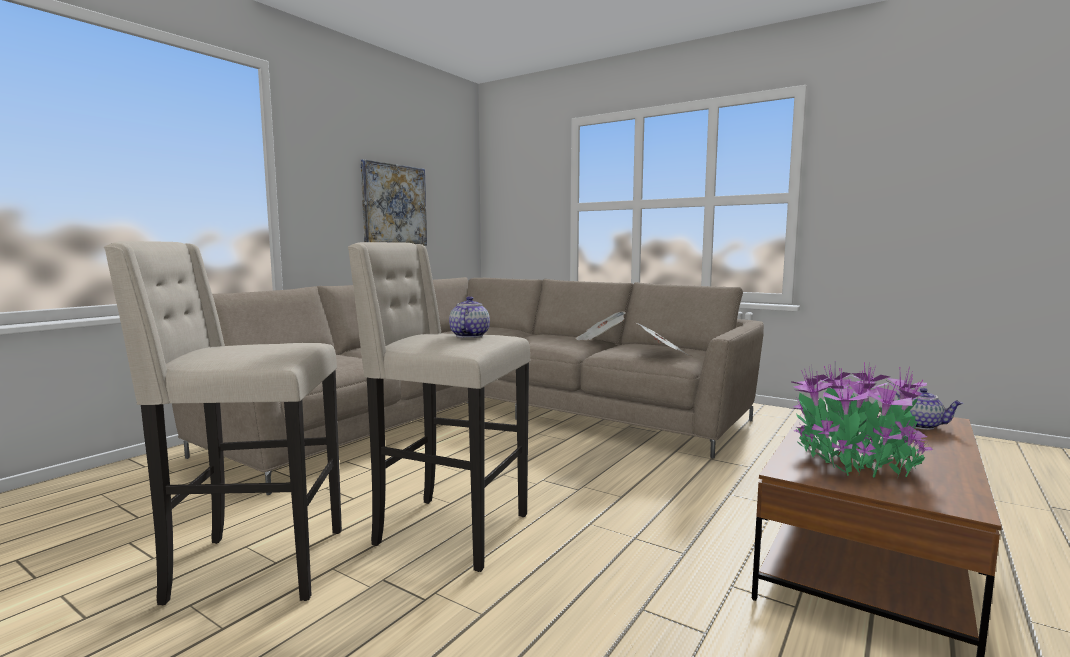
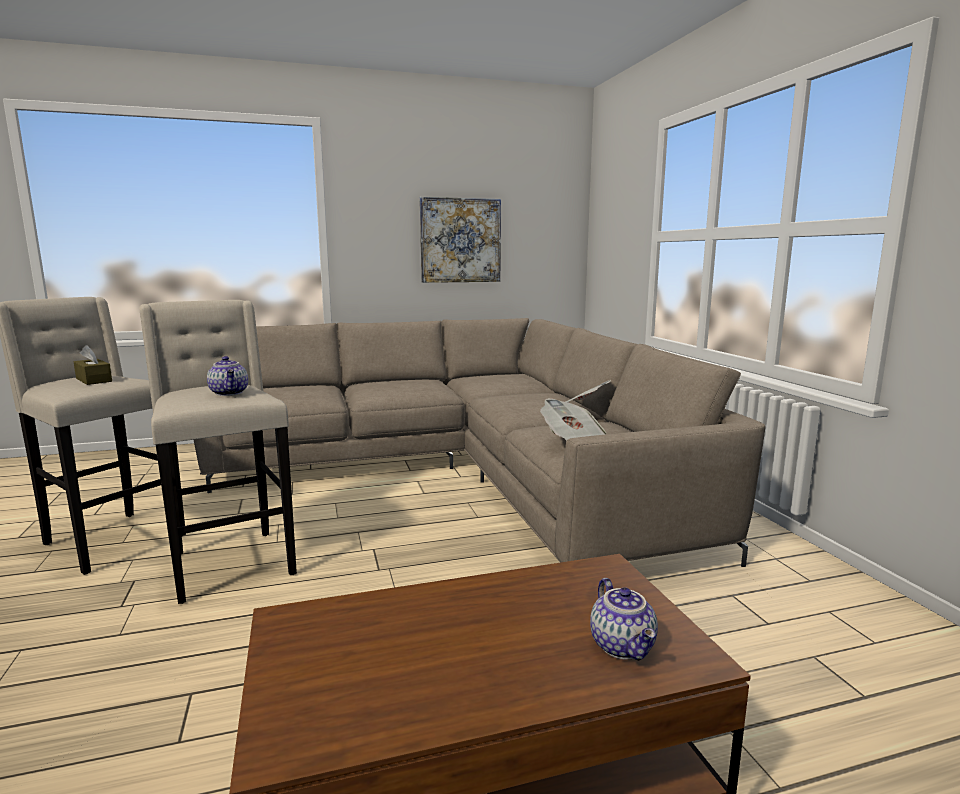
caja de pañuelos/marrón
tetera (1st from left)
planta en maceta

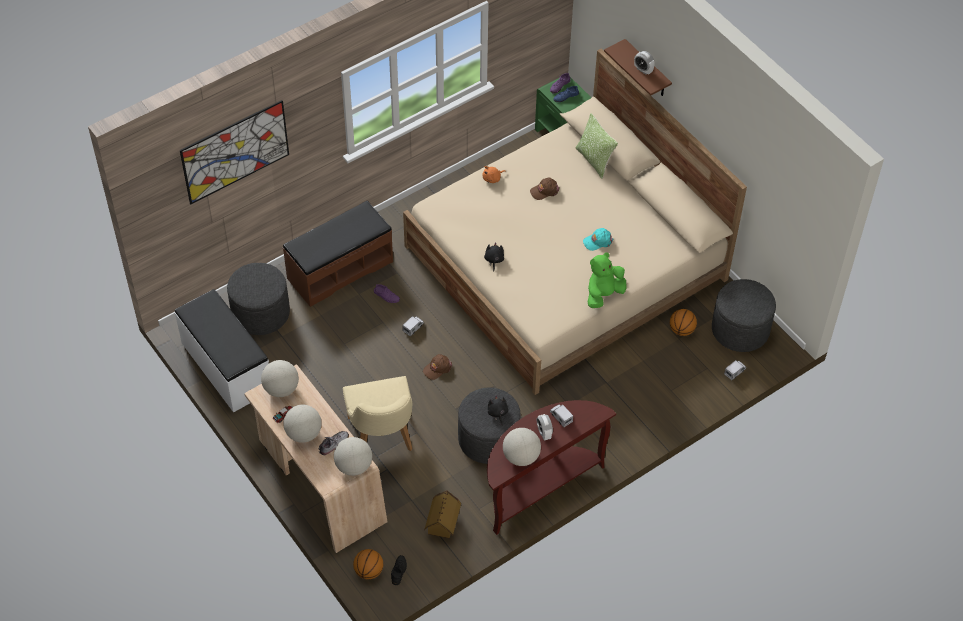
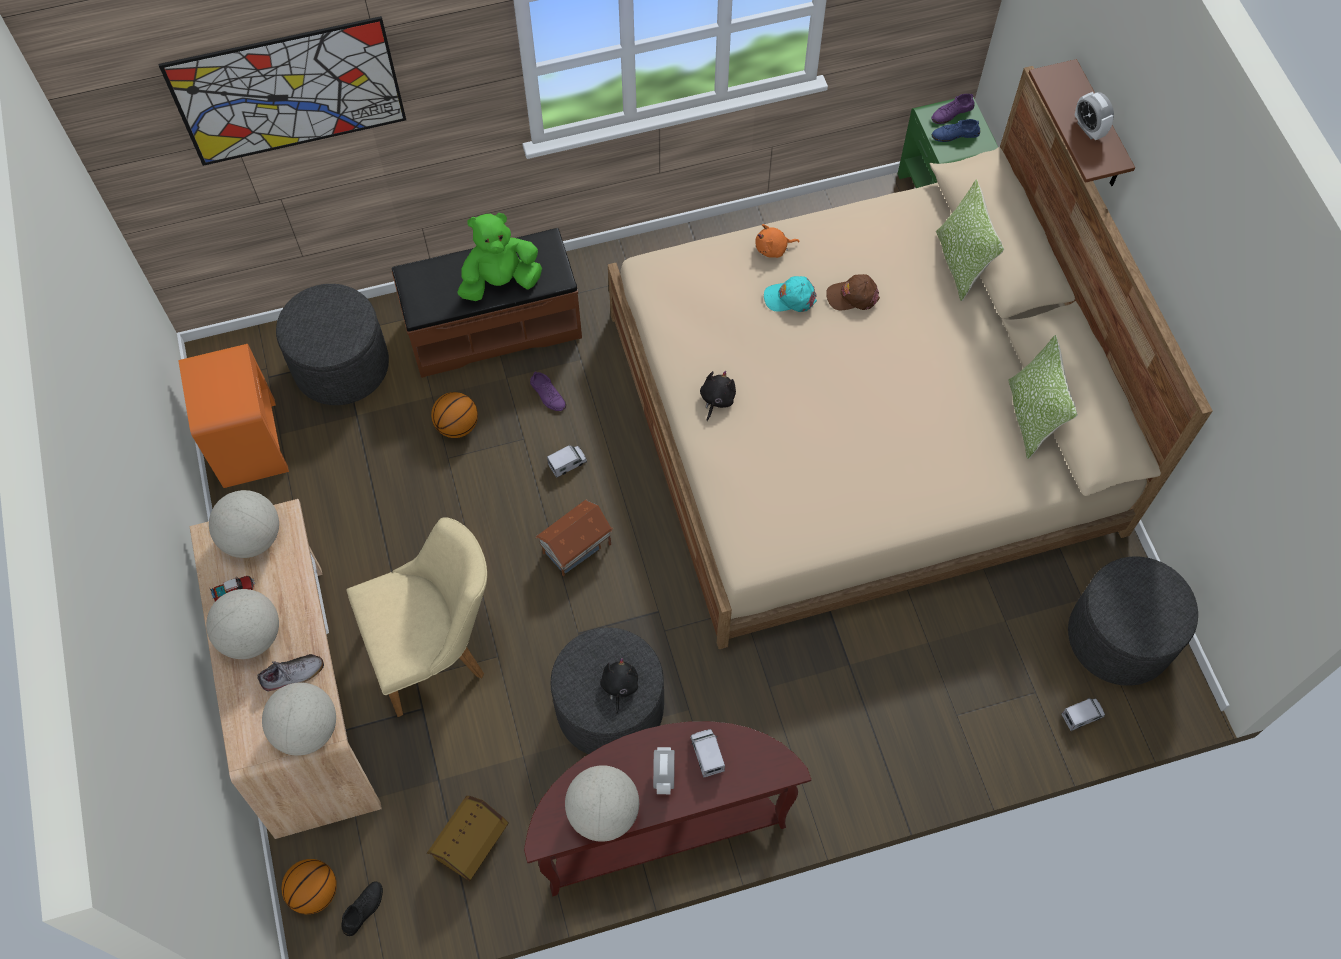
mesita de noche/naranja
silla/beis
balón de baloncesto (2nd from left)
peluche/verde
casita (2nd from left)
gorra/turquesa
cojín (2nd from left)

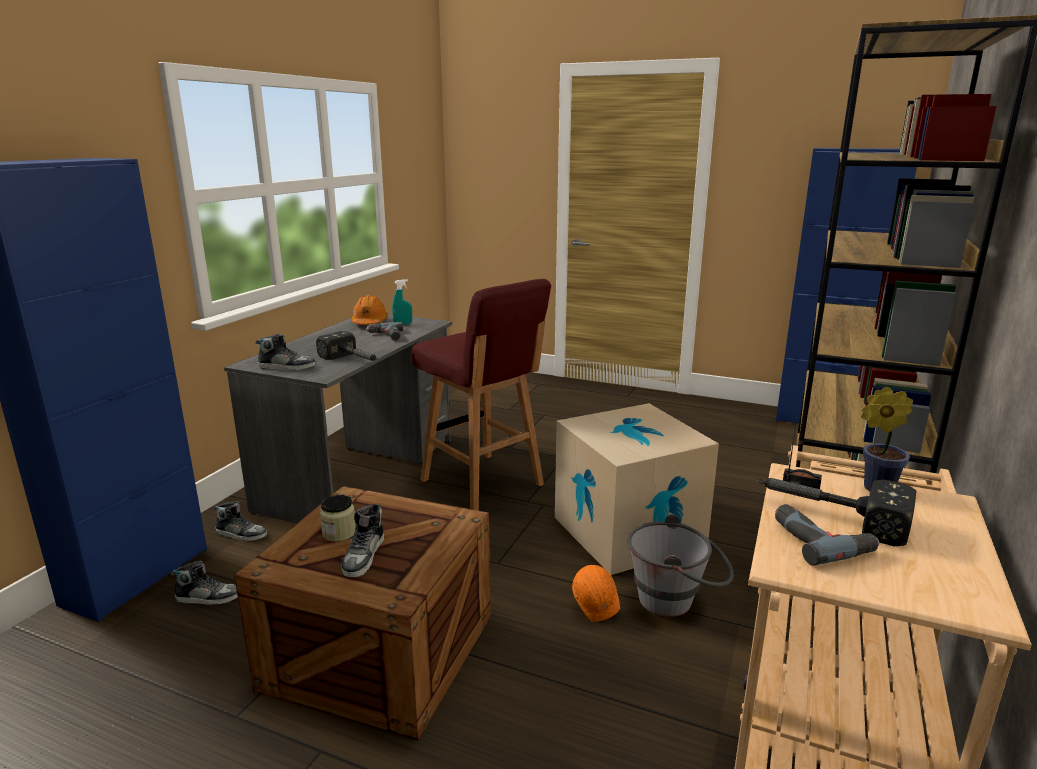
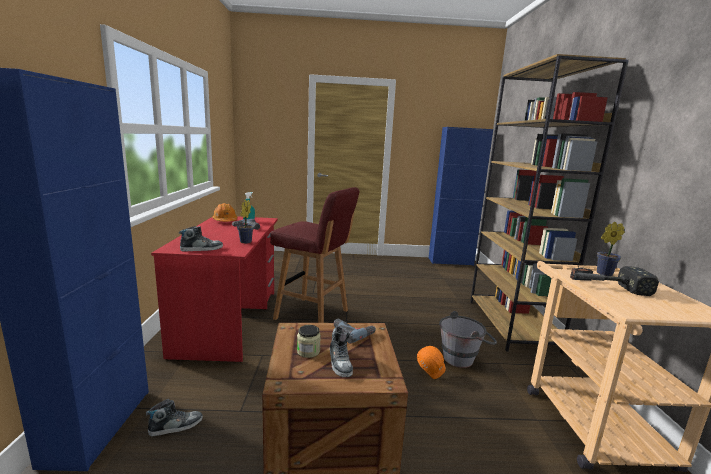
escritorio/rojo
planta en maceta (1st from left)
taladro (2nd from left)
zapato (2nd from left in the first image)
caja de cartón

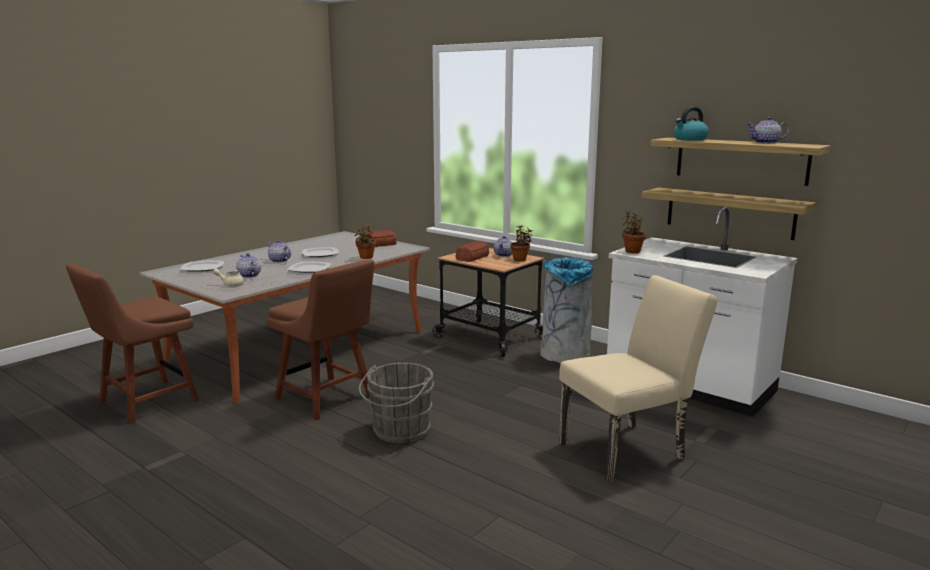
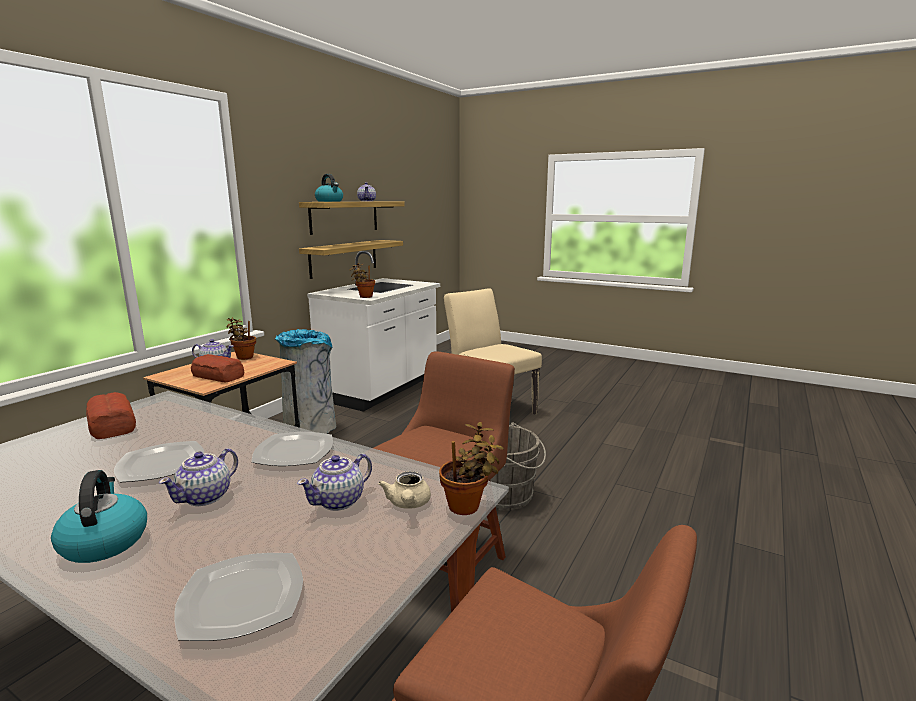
hervidor (1st from left)
planta en maceta (3rd from left)

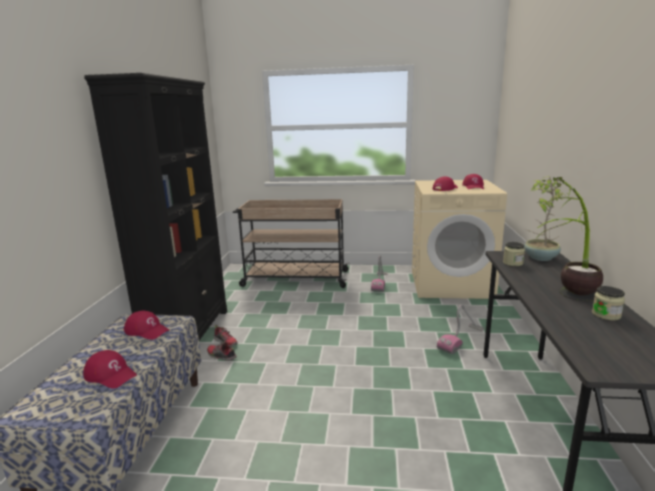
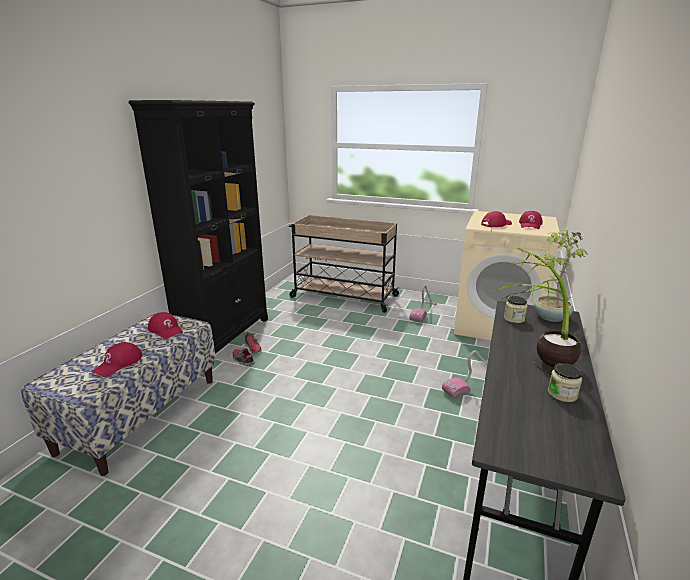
gorra/rojo (1st from left)

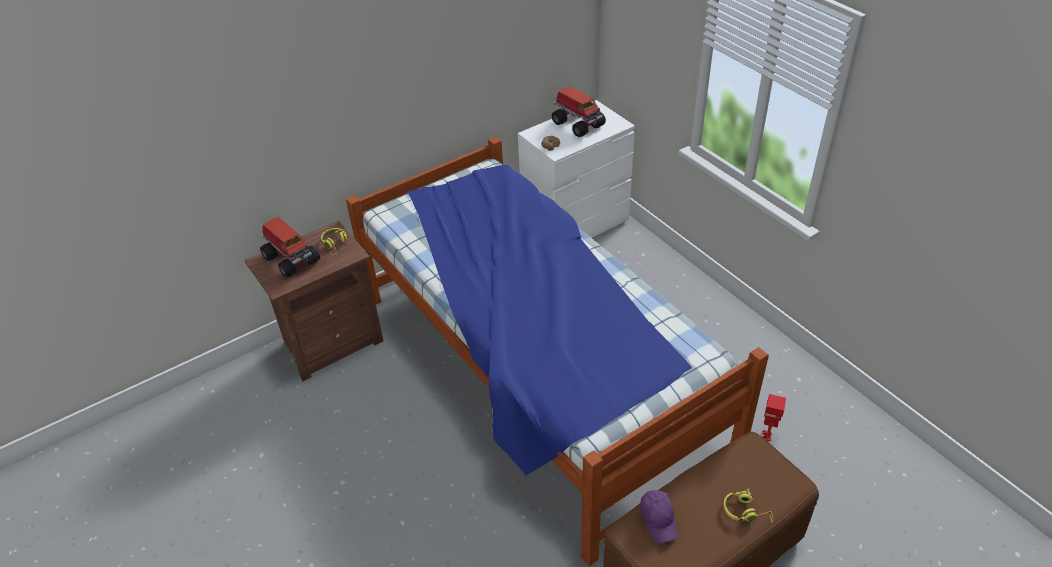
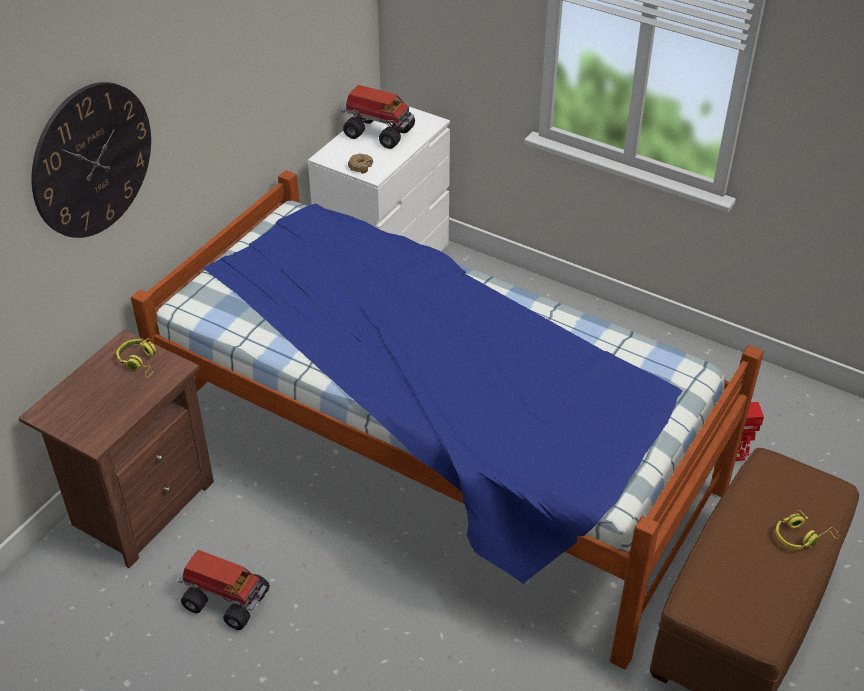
reloj de pared
camión de juguete (1st from left)
gorra/morado

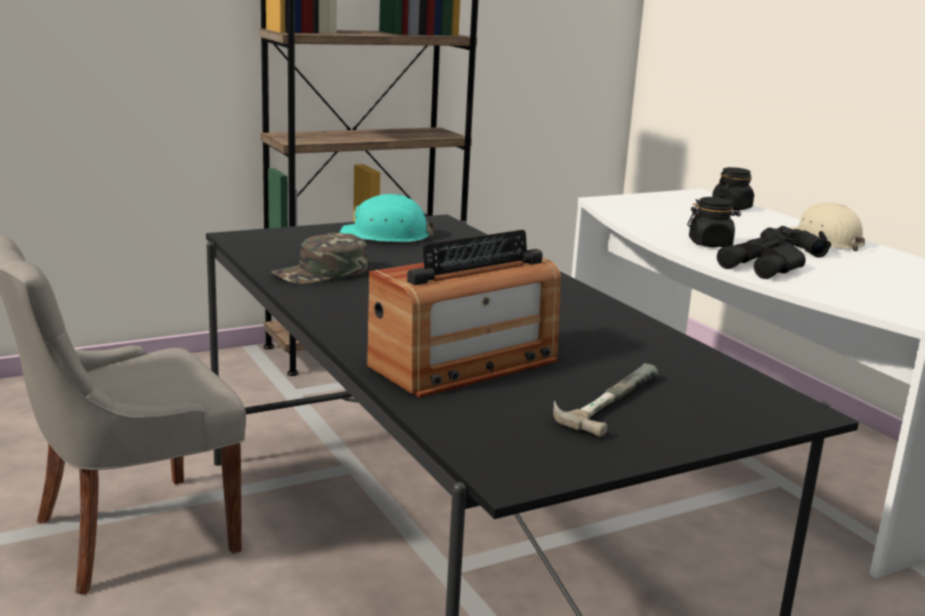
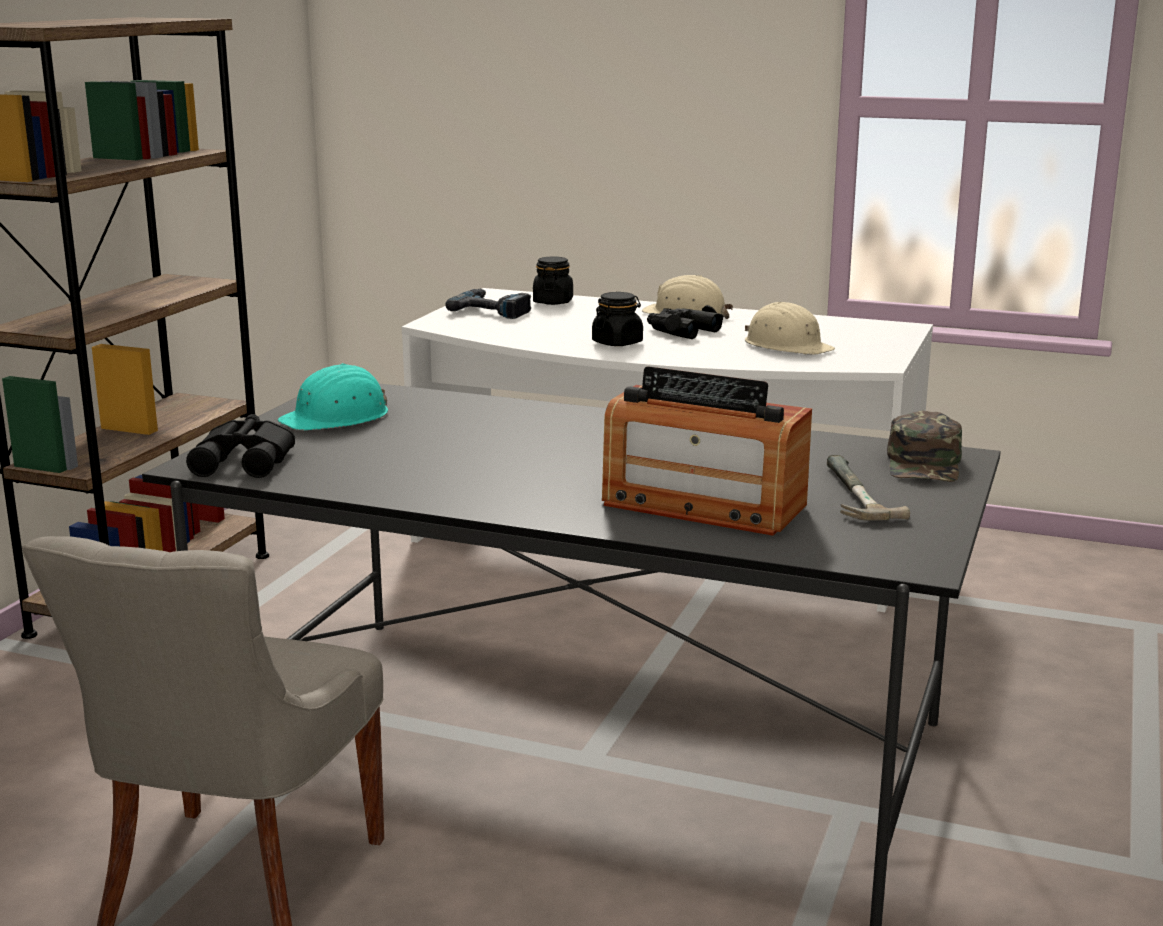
prismáticos/negro (1st from left)
taladro
radio
casco/beis (2nd from left)
gorra/verde

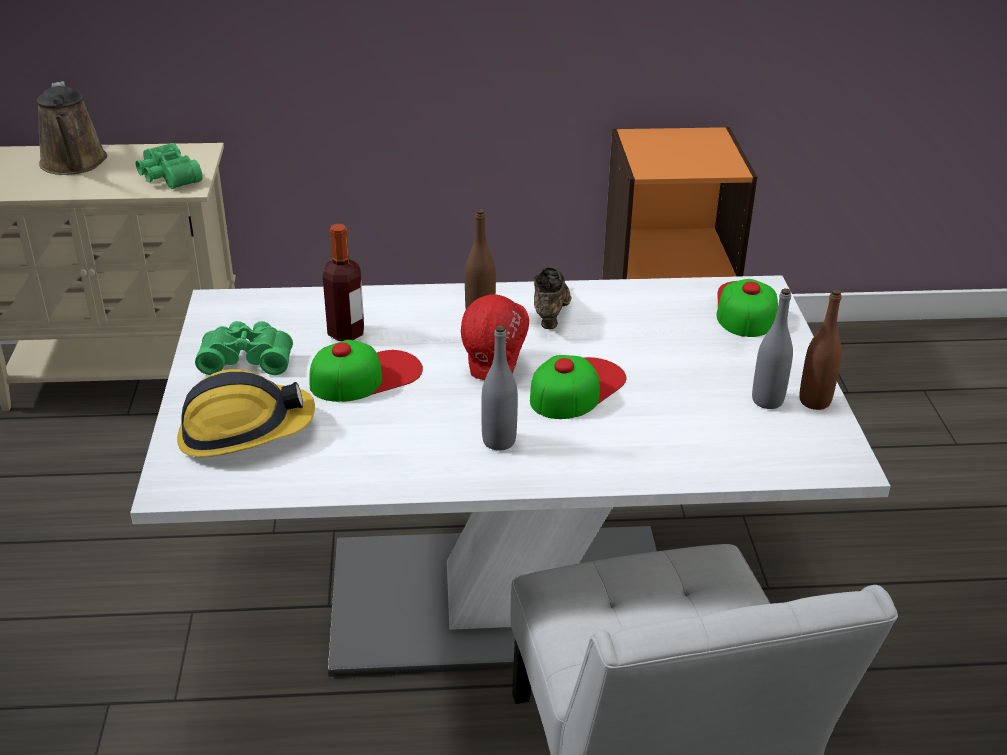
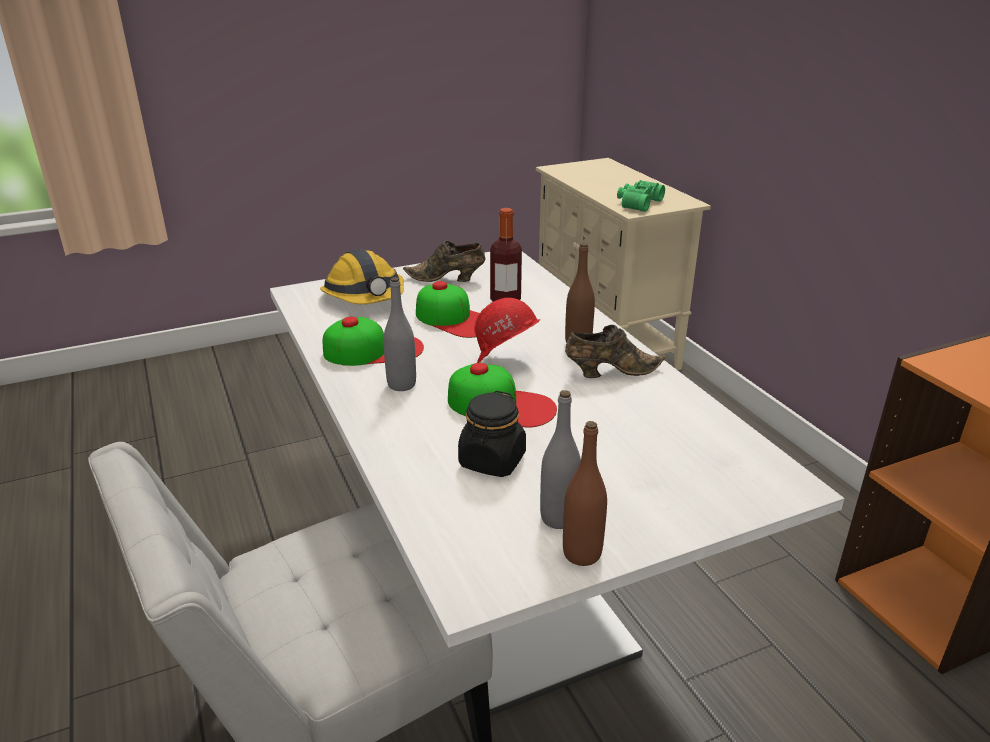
gorra (1st from left)
zapato/marrón (1st from left)
tarro/negro
regadera/marrón

